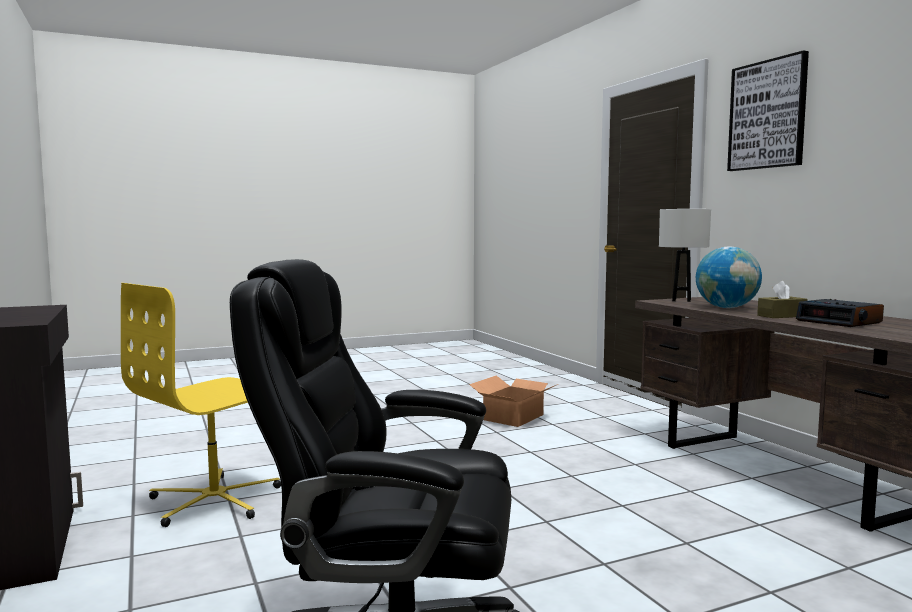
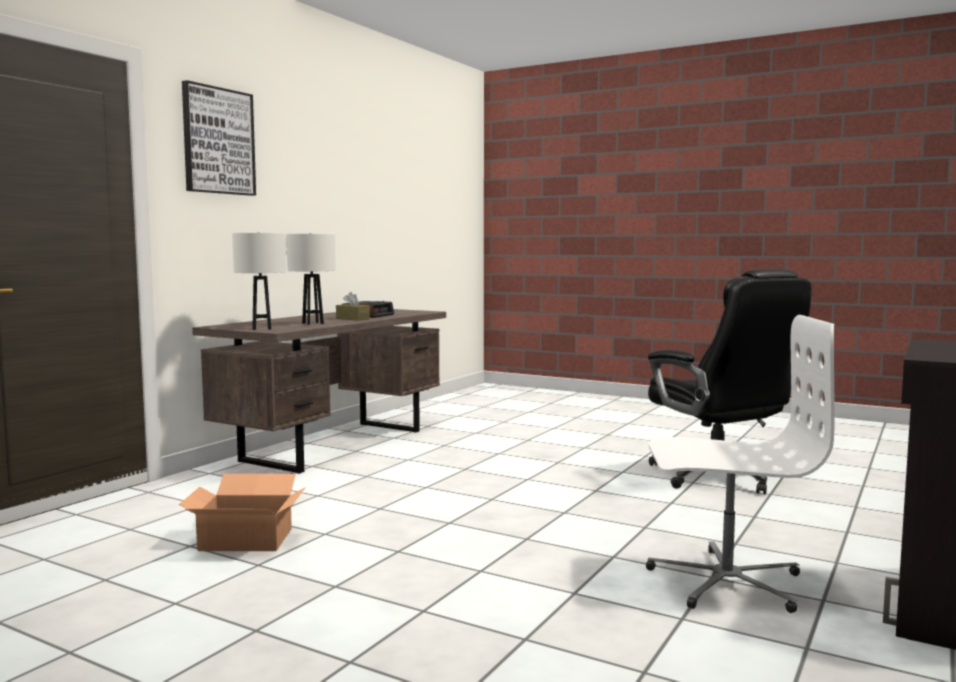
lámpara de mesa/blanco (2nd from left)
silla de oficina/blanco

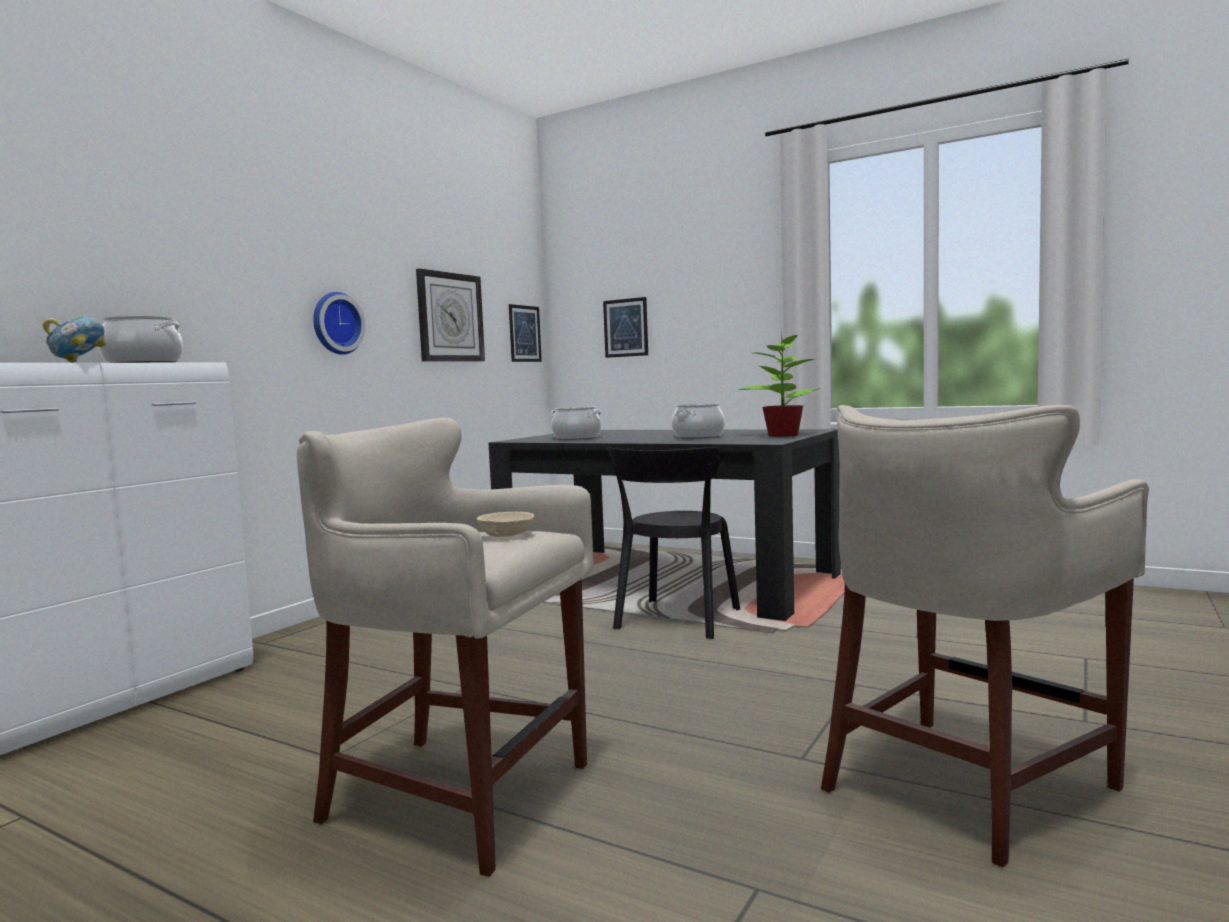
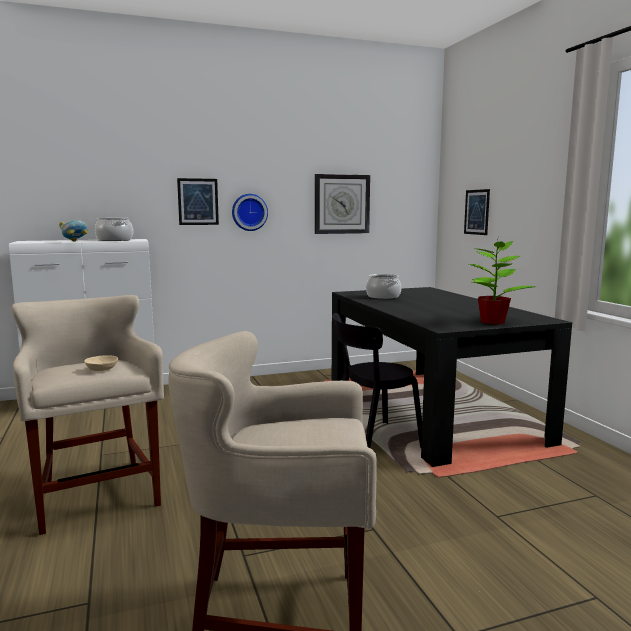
cuadro (1st from left)
olla (3rd from left in the first image)

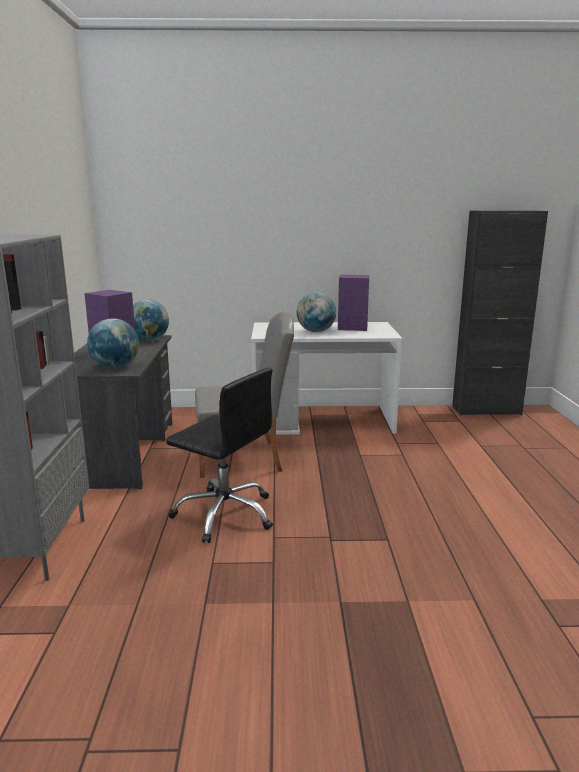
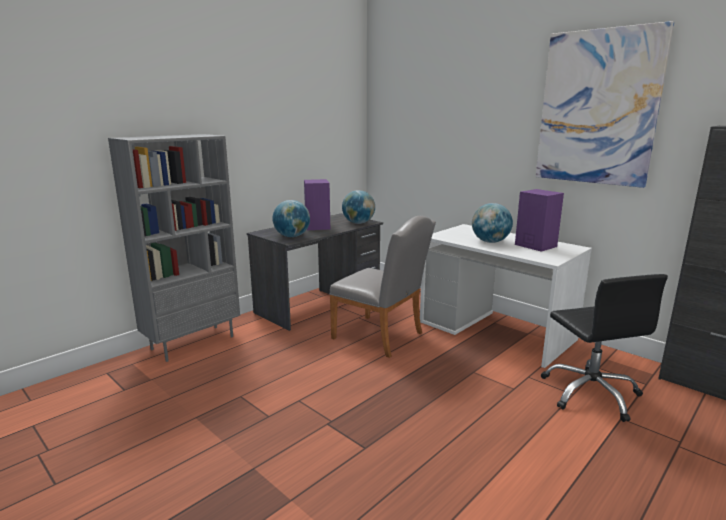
cuadro
silla de oficina/negro

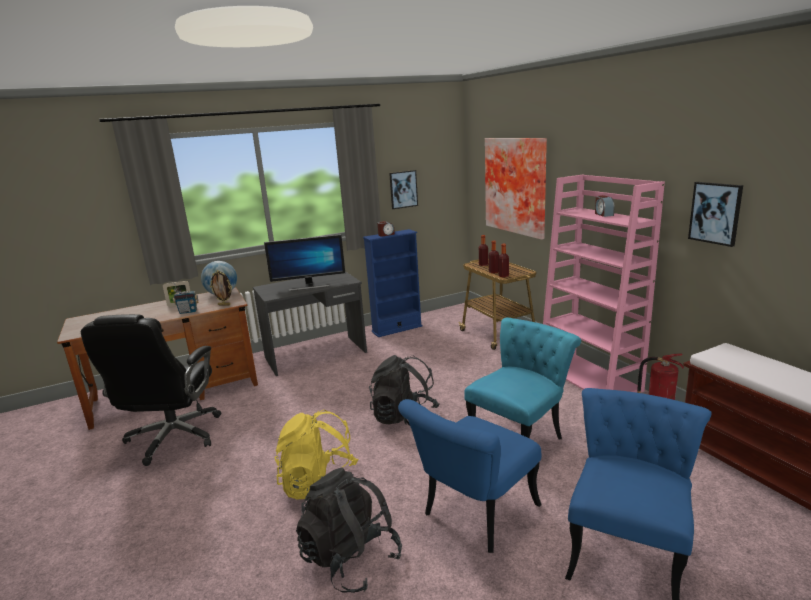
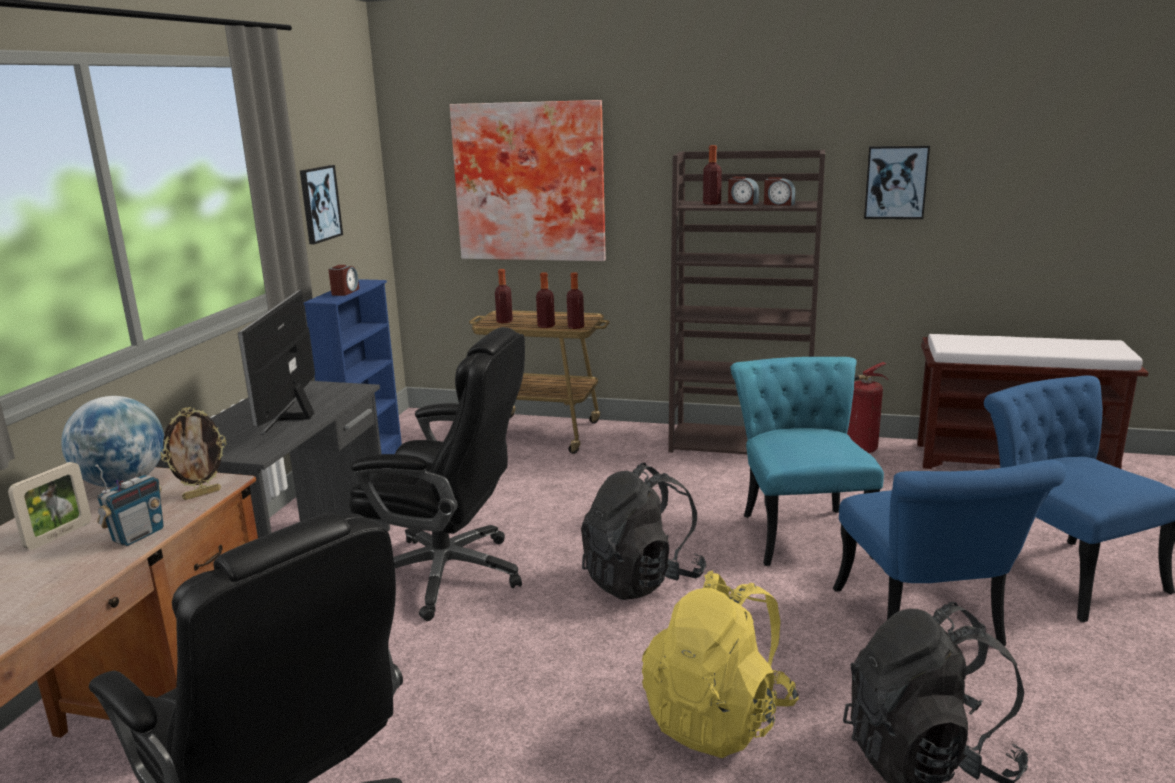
monitor
silla de oficina/negro (2nd from left)
estantería/marrón
botella (4th from left)
despertador (3rd from left)

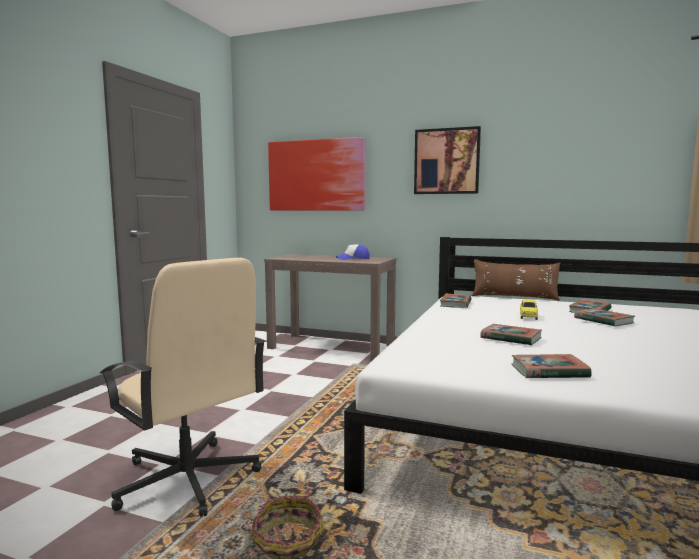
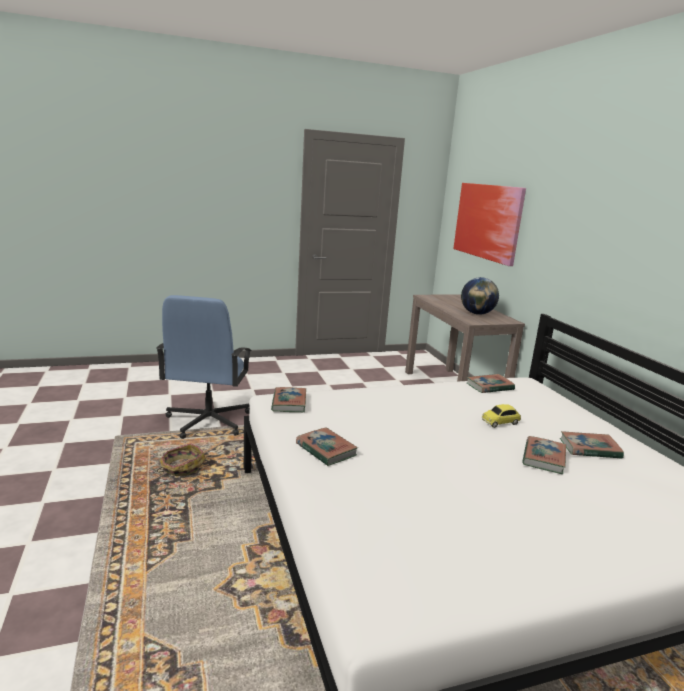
silla de oficina/azul
libro (1st from left)
globo terráqueo
cuadro (2nd from left in the first image)
cojín/marrón

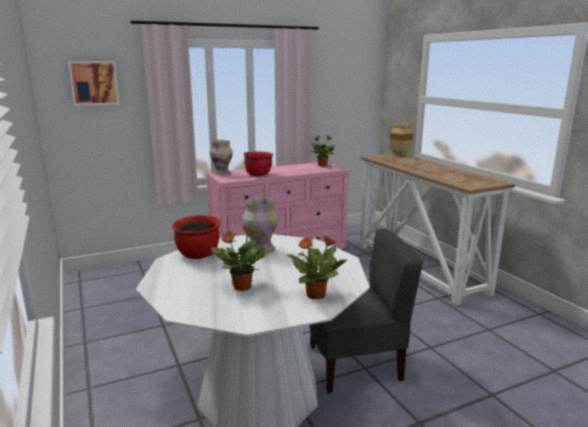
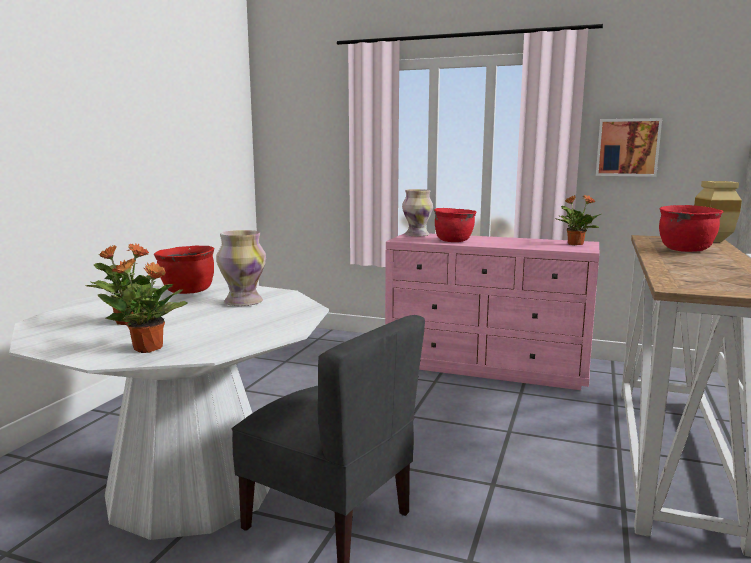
cuadro
olla/rojo (3rd from left)

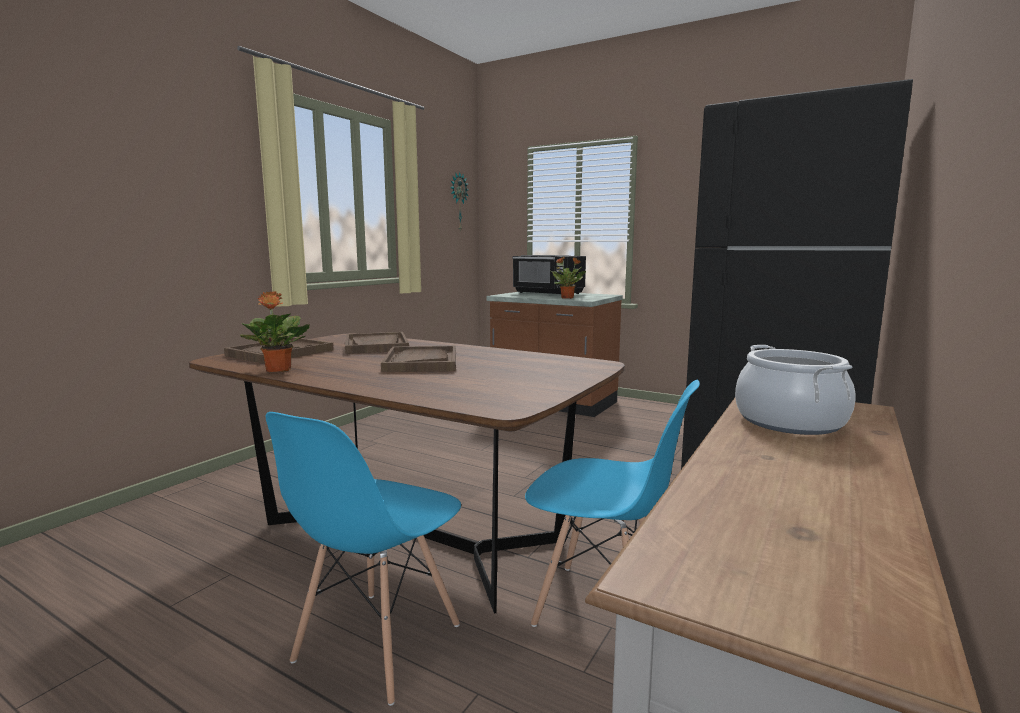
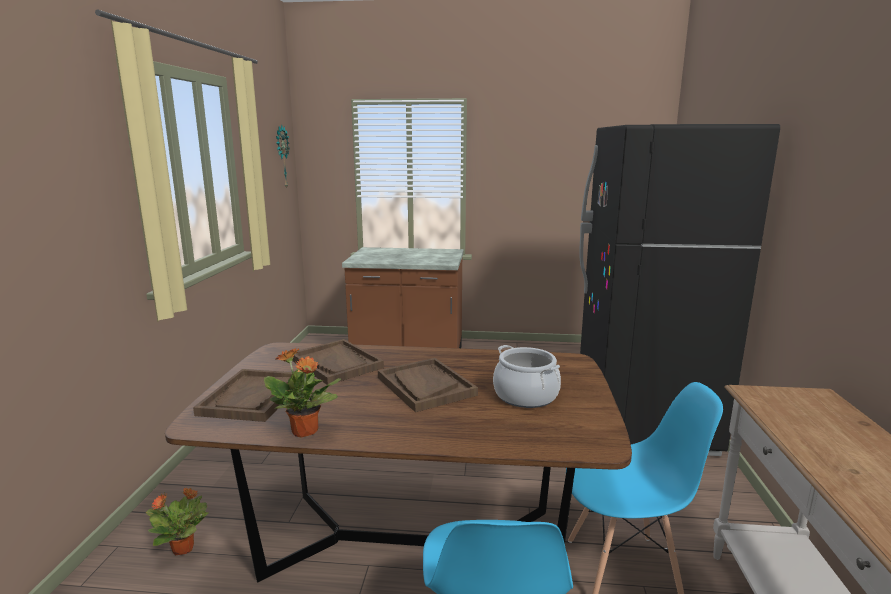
planta en maceta (1st from left)
olla
microondas/negro

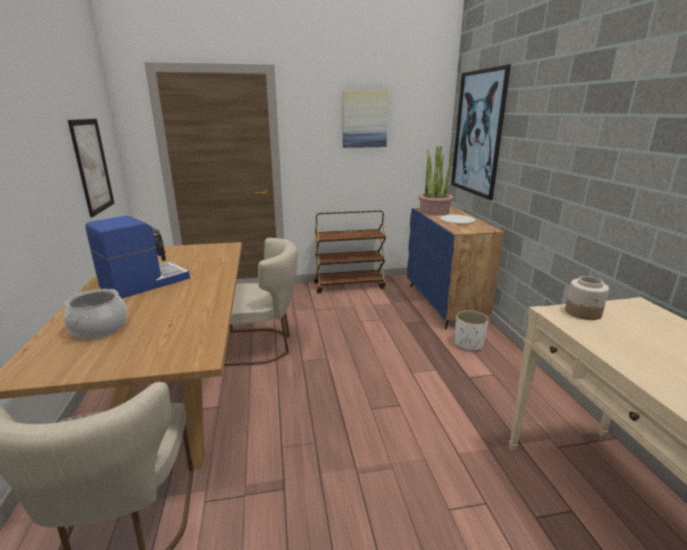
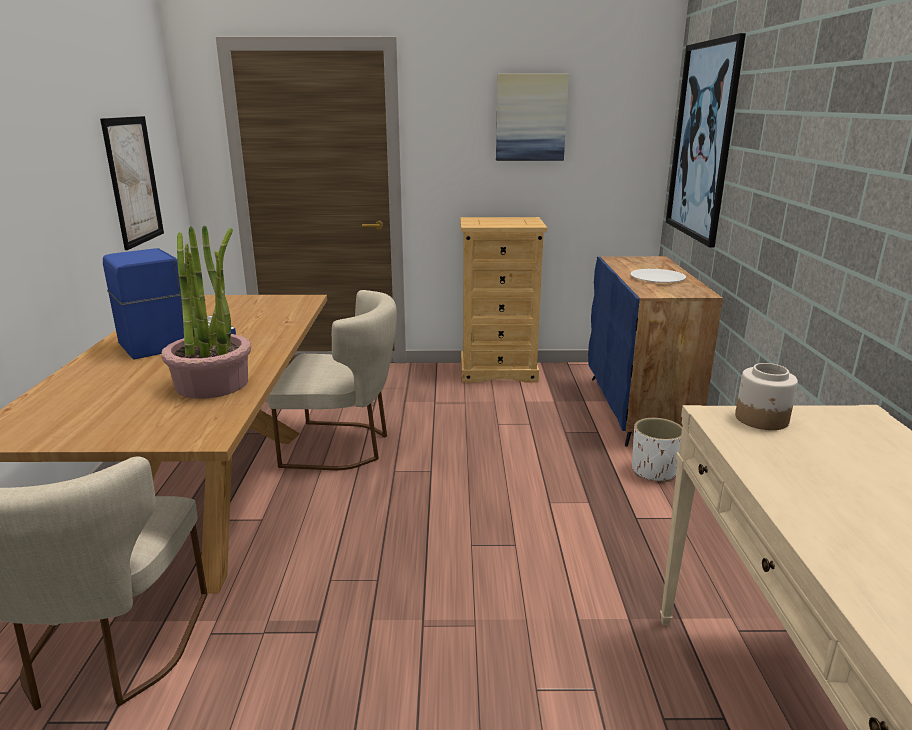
planta en maceta
cómoda/beis
olla

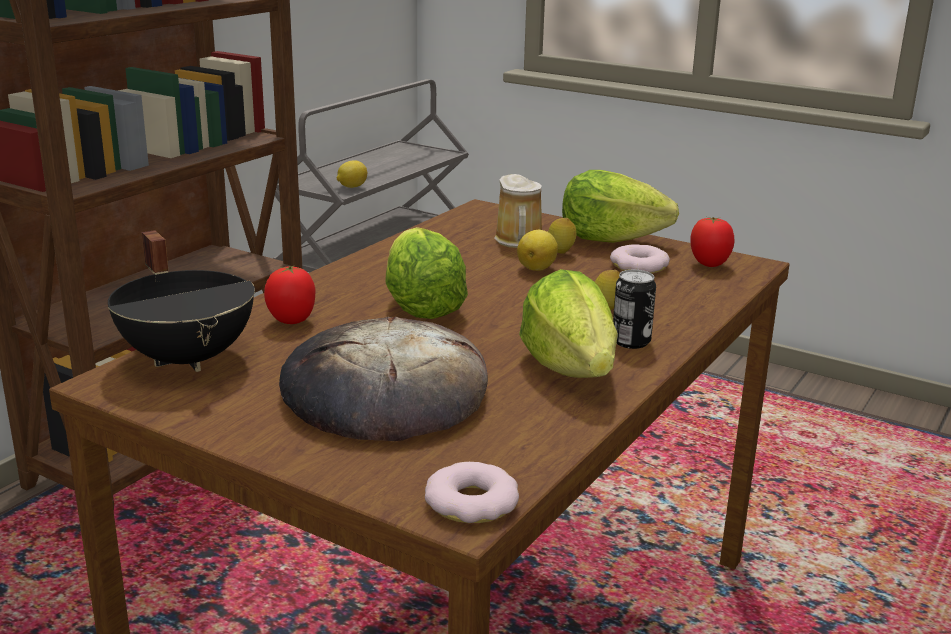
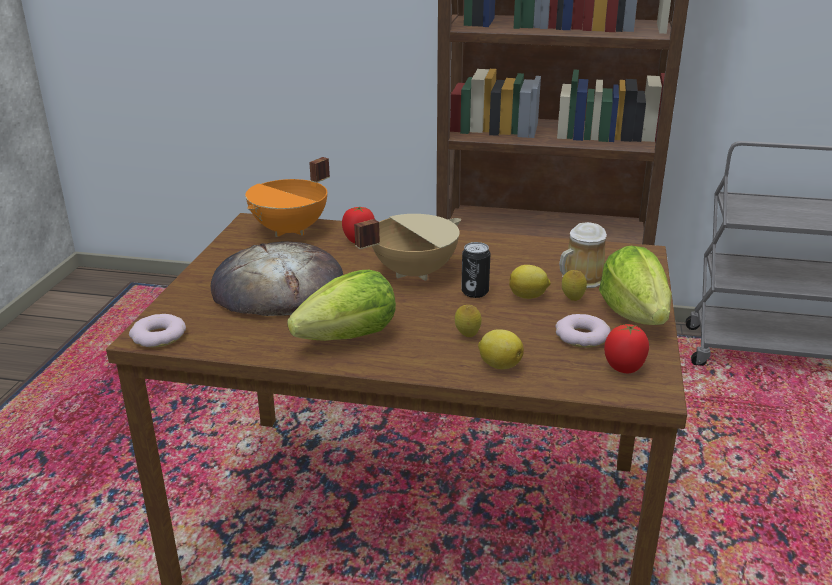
olla/naranja
olla/beis
lata
limón (2nd from left)

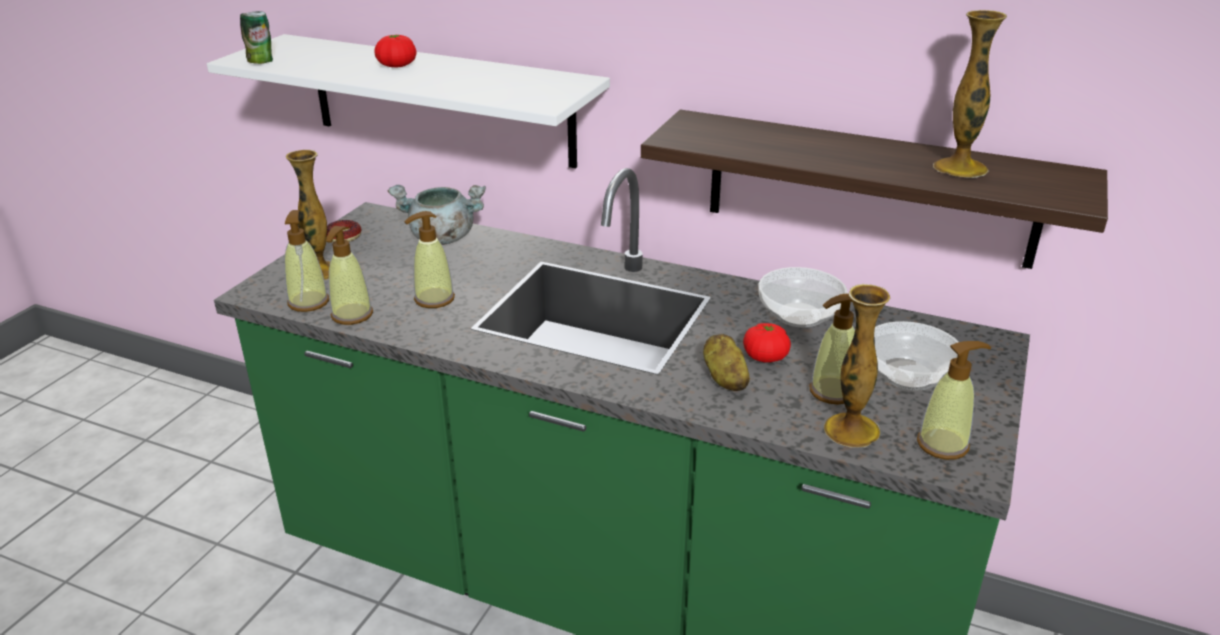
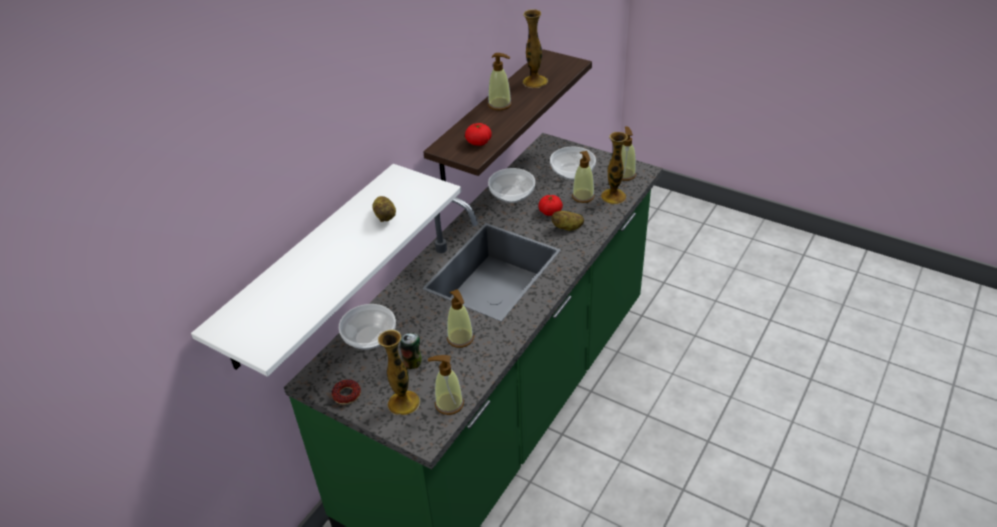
cuenco (1st from left)
patata (1st from left)
lata
tomate (1st from left)
dispensador de jabón (3rd from left)

